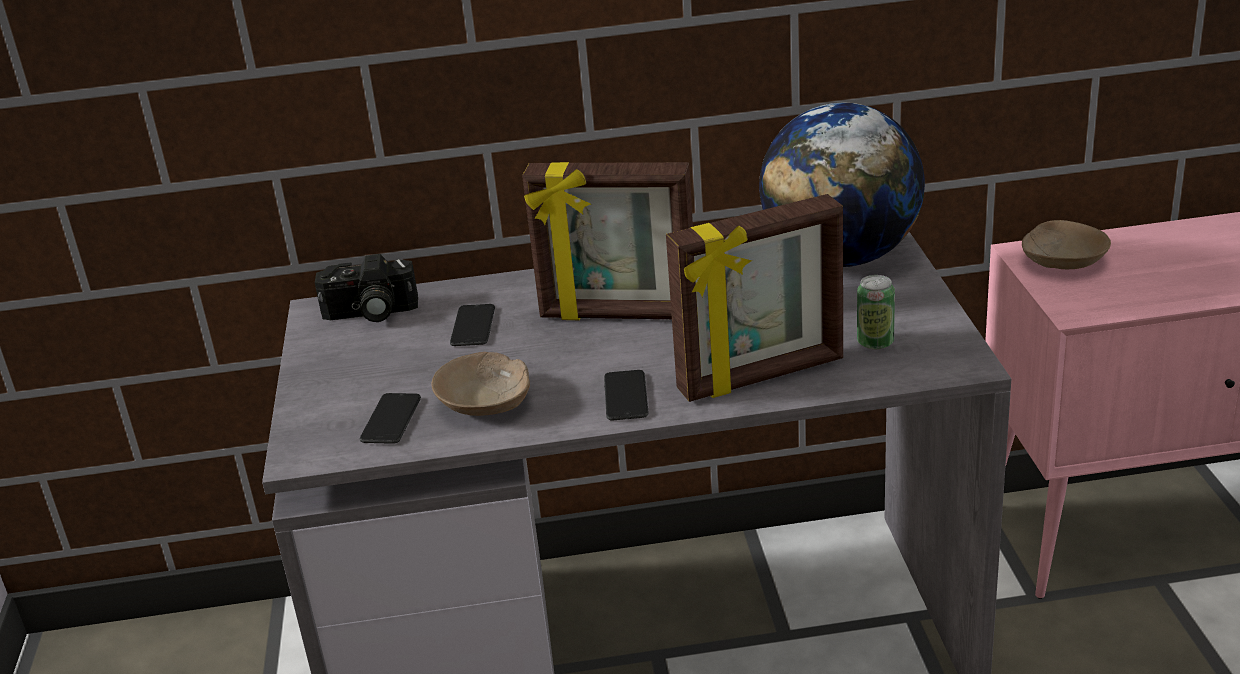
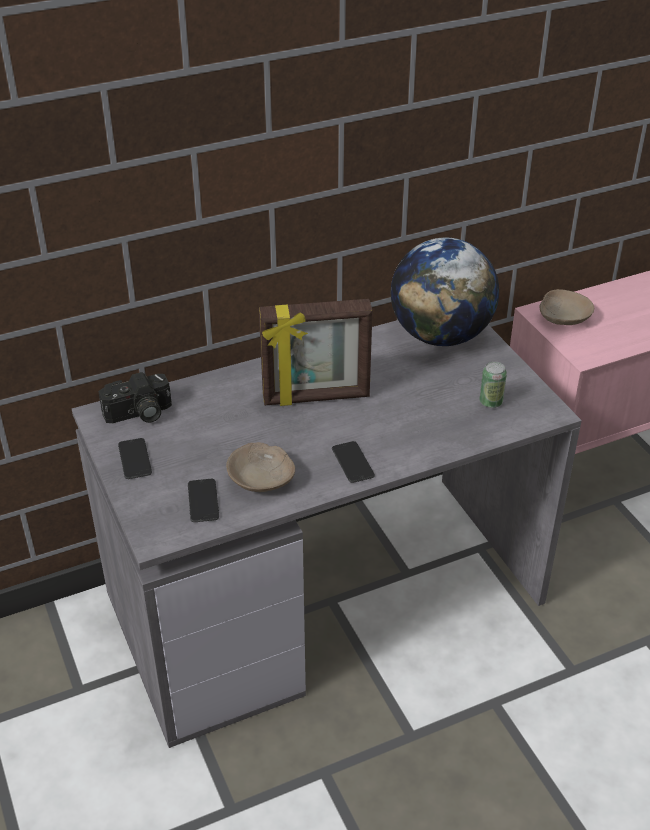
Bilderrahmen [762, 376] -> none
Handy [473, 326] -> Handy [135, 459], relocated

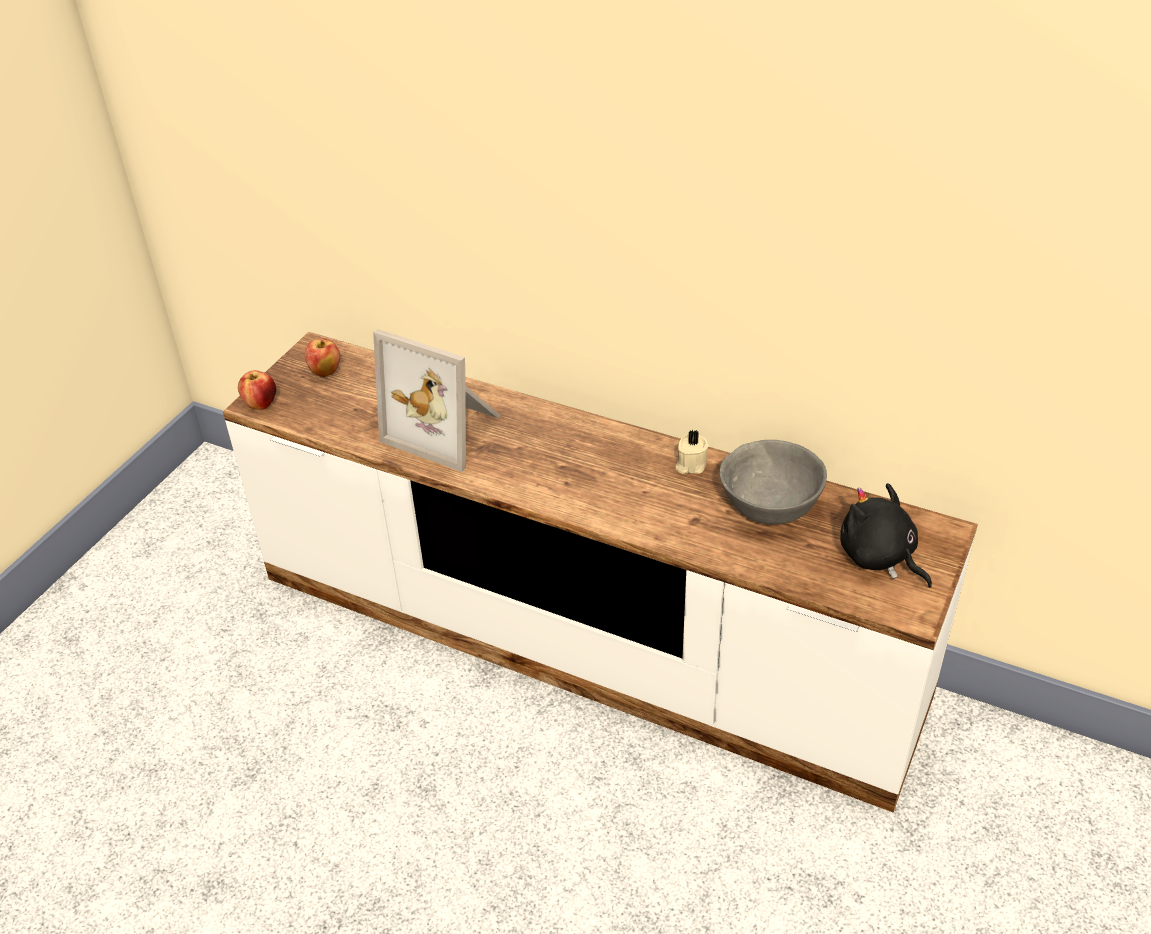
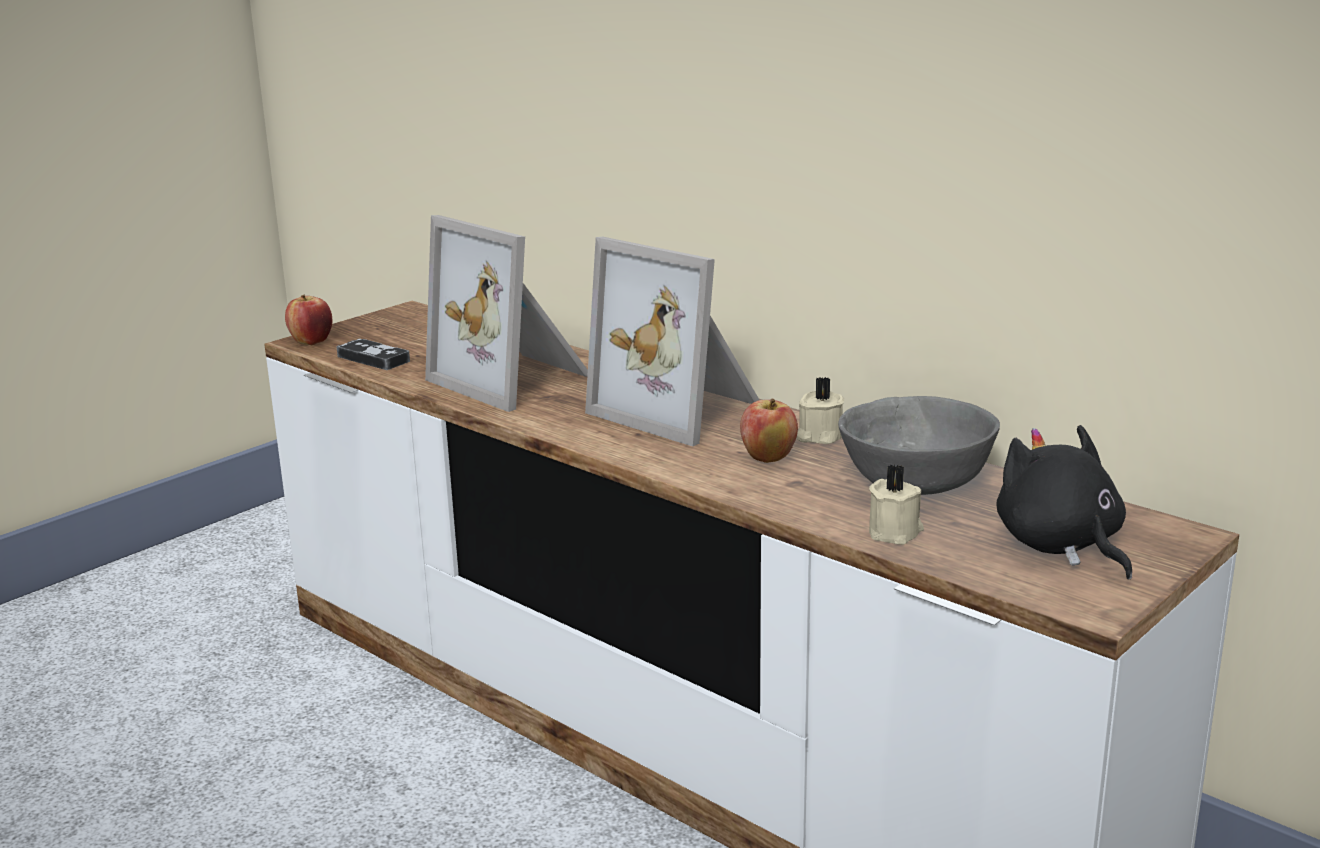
Apfel [325, 372] -> Apfel [767, 458], relocated
none -> Bilderrahmen [682, 409]
none -> Gamepad [373, 359]
none -> Kerze [beige] [896, 532]

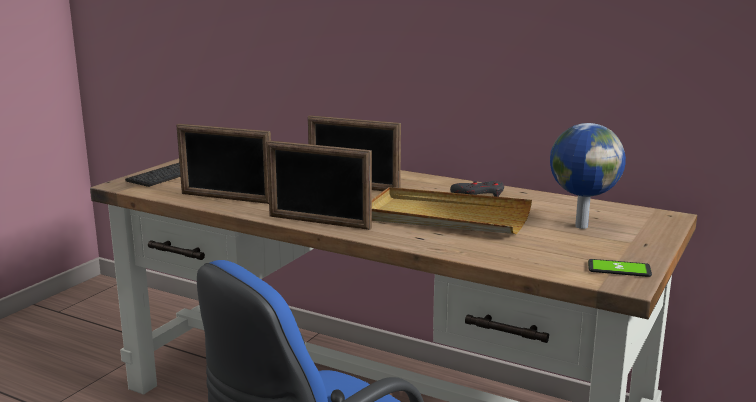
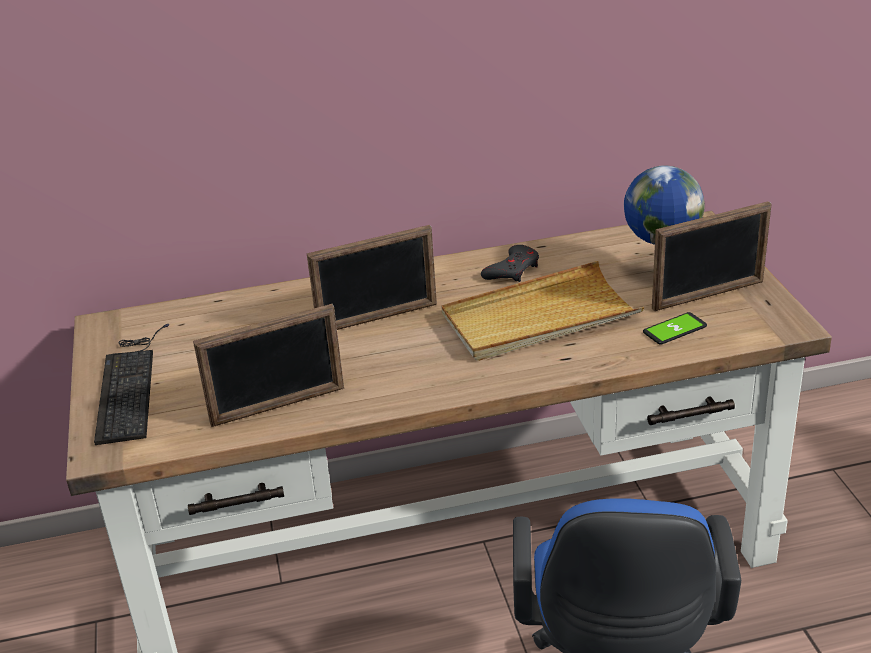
Bilderrahmen [319, 222] -> Bilderrahmen [708, 295], relocated
Handy [619, 269] -> Handy [674, 329], relocated

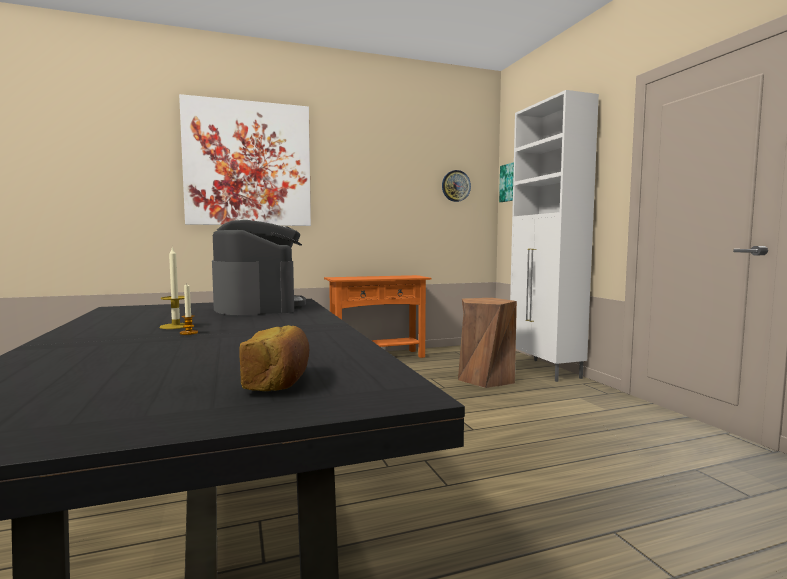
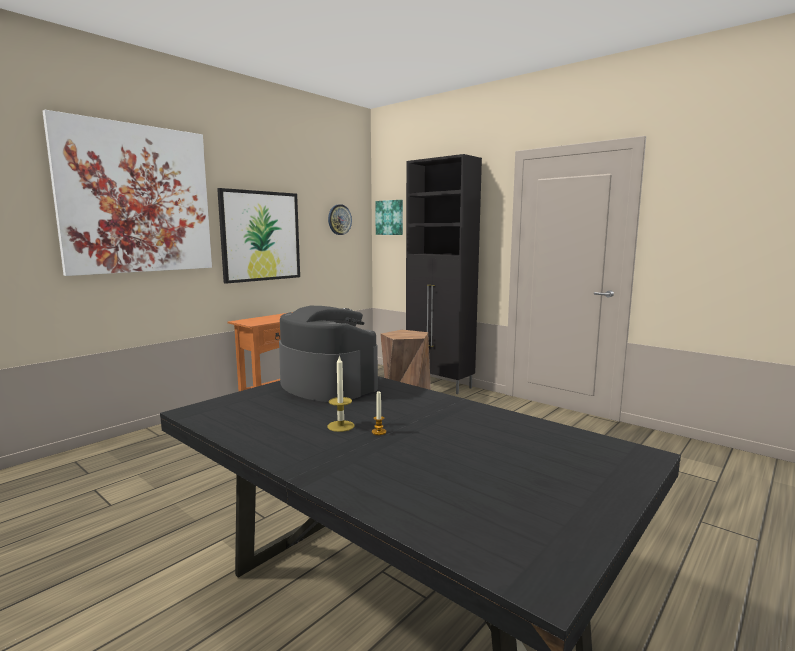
Schrank [weiß] [545, 370] -> Schrank [schwarz] [440, 385]
Brot [279, 381] -> none
none -> Bild [260, 236]

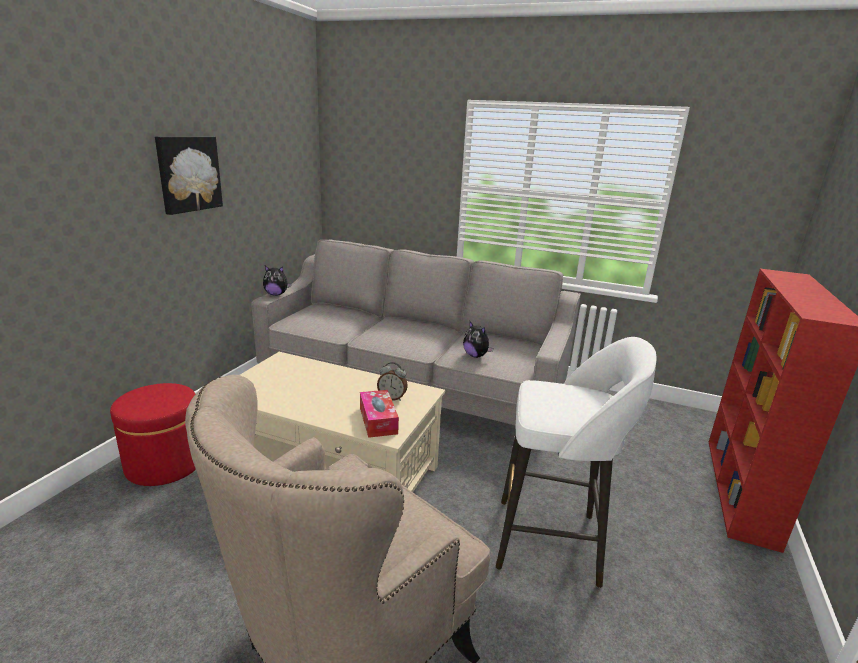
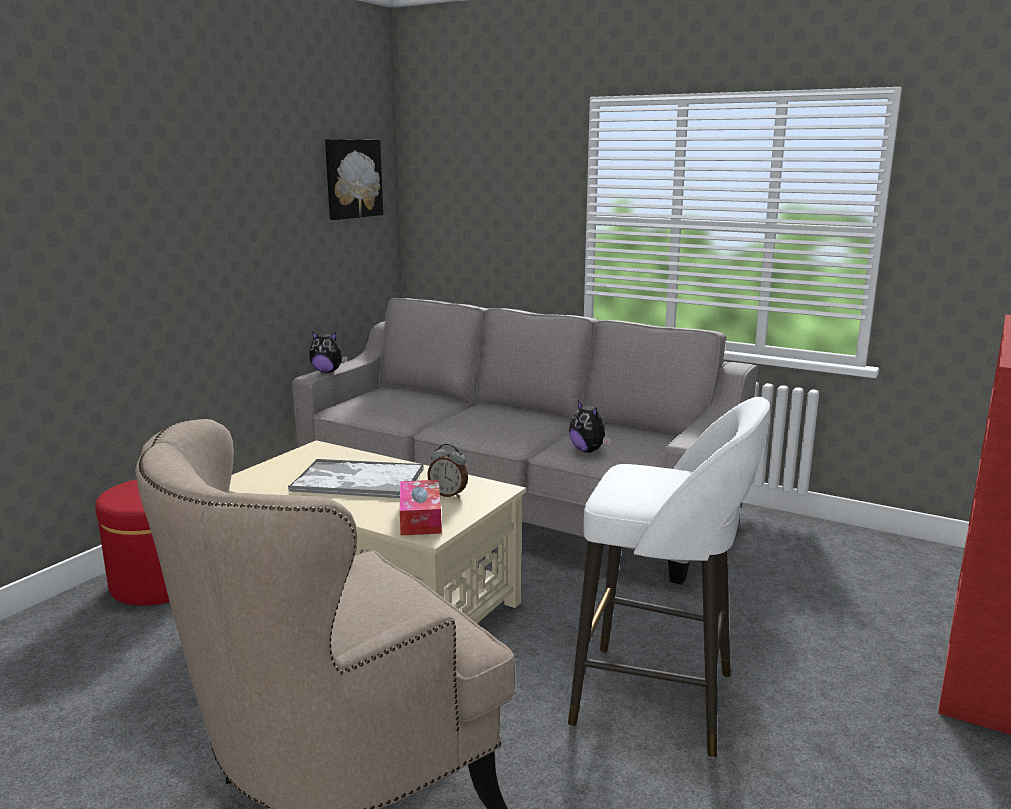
Bild [188, 174] -> Bild [352, 178], relocated
none -> Tablett [357, 480]

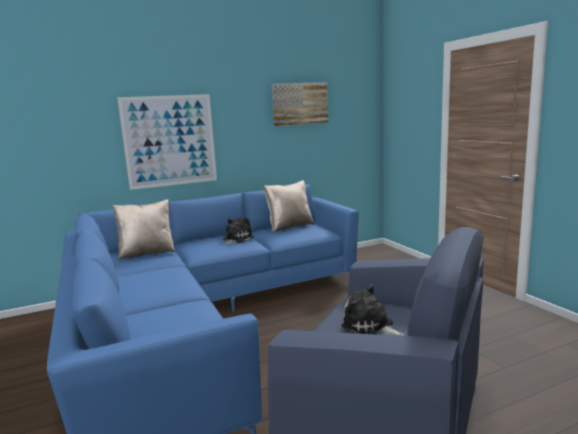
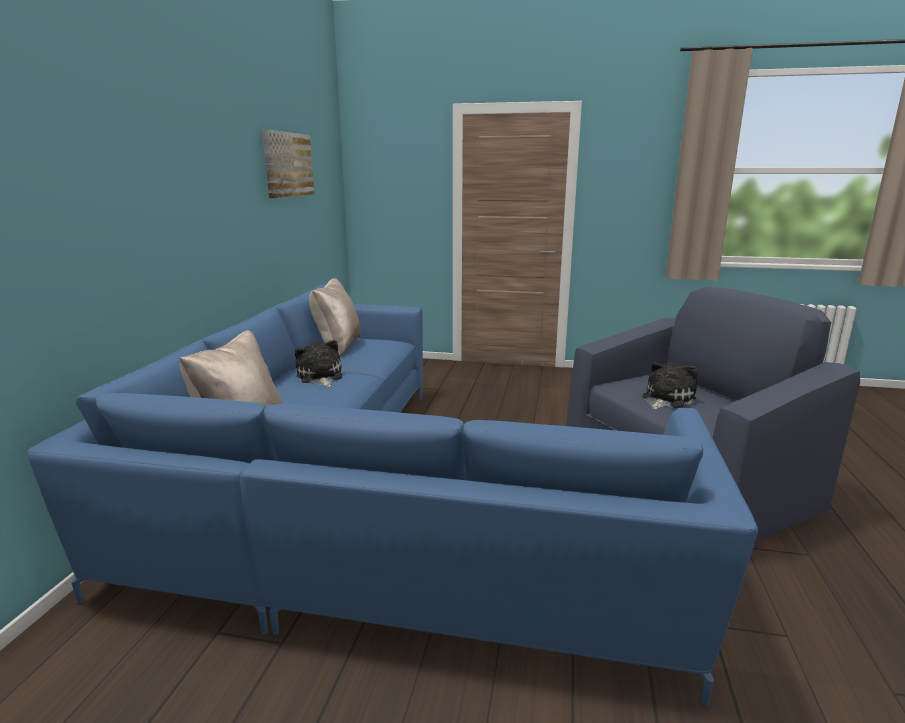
Bild [170, 141] -> none
Plüschtier [370, 327] -> Plüschtier [666, 399], 150 degrees clockwise

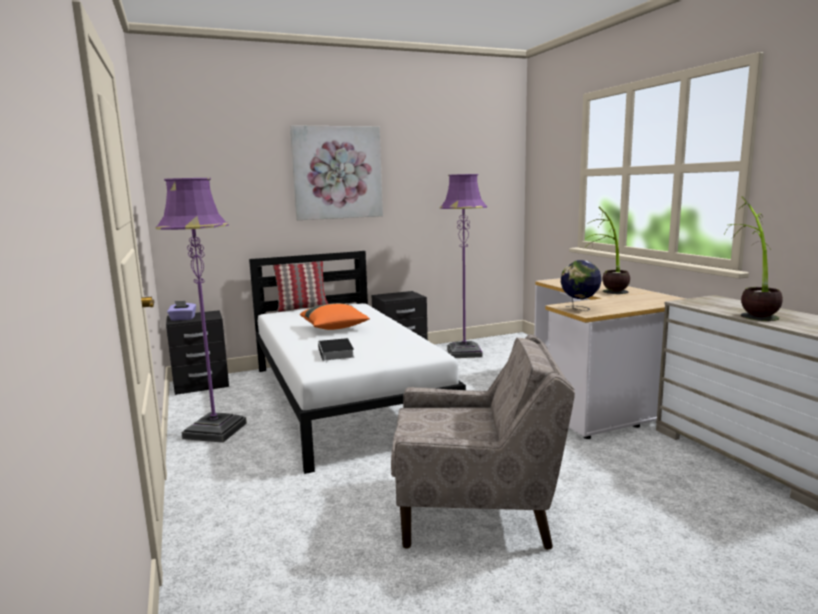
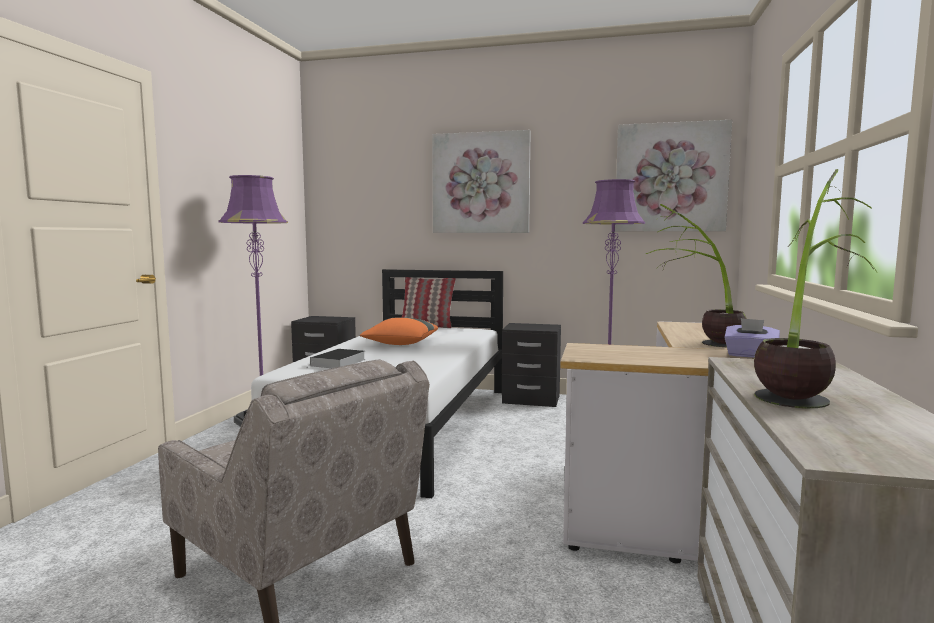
Globus [579, 309] -> none
Taschentuchbox [lila] [183, 319] -> Taschentuchbox [lila] [750, 355], relocated
none -> Bild [670, 177]

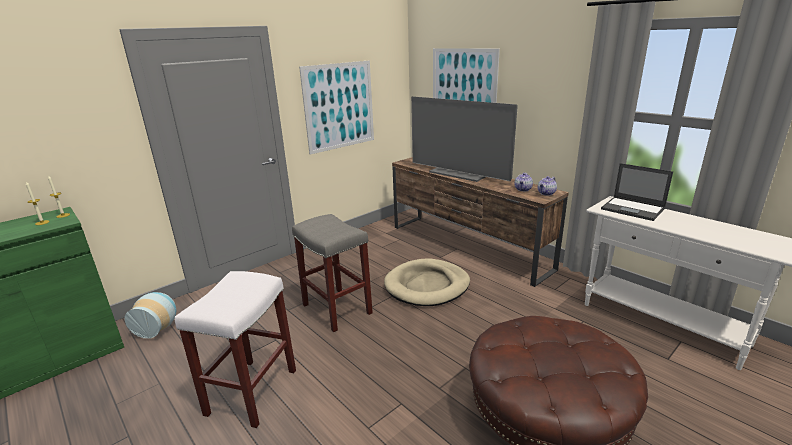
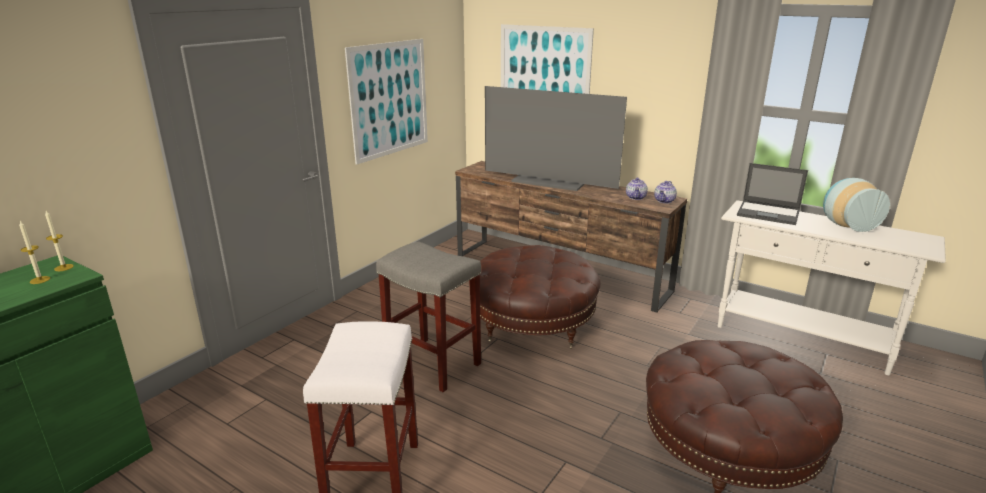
Hundebett [beige] [427, 285] -> Polsterhocker [braun] [533, 323]
Vase [158, 328] -> Vase [846, 225], relocated

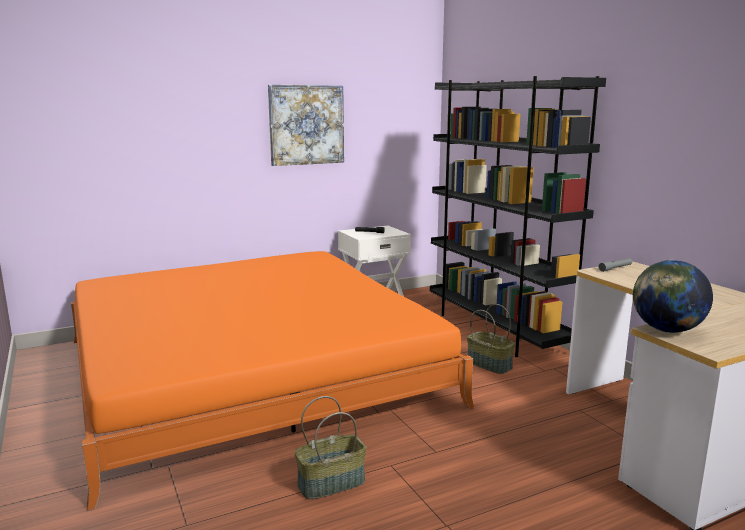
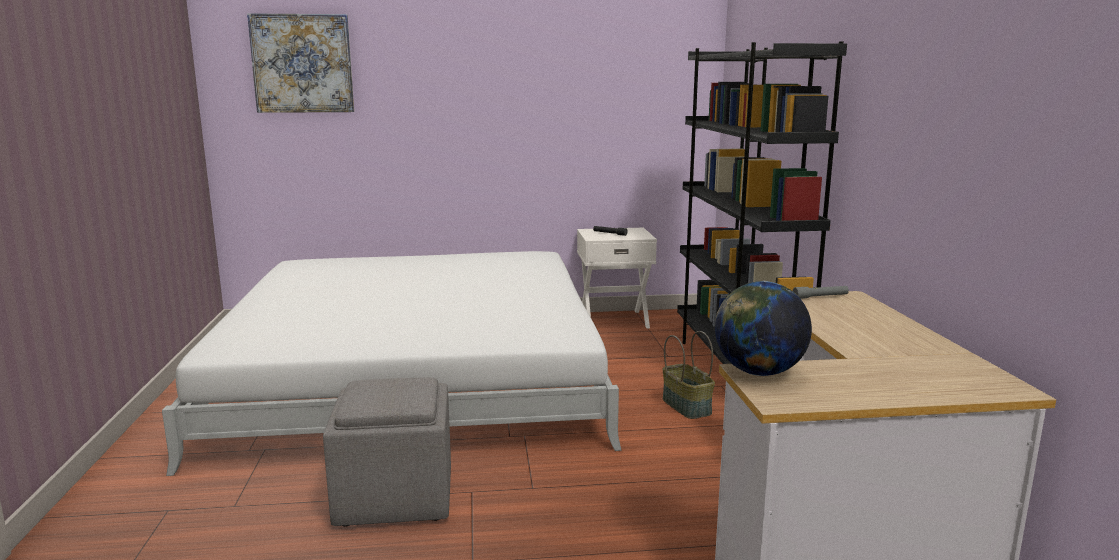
Bild [306, 125] -> Bild [302, 63], relocated
Bett [orange] [249, 371] -> Bett [weiß] [415, 374]
Korb [331, 482] -> Polsterhocker [grau] [396, 496]

